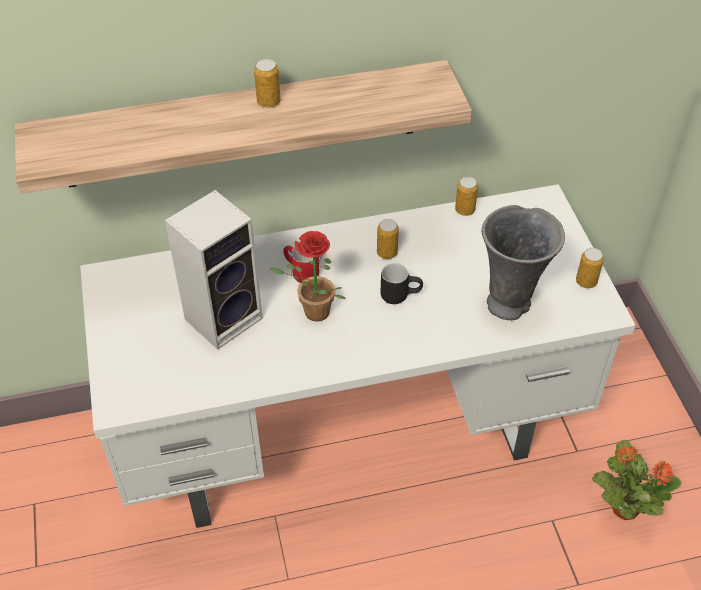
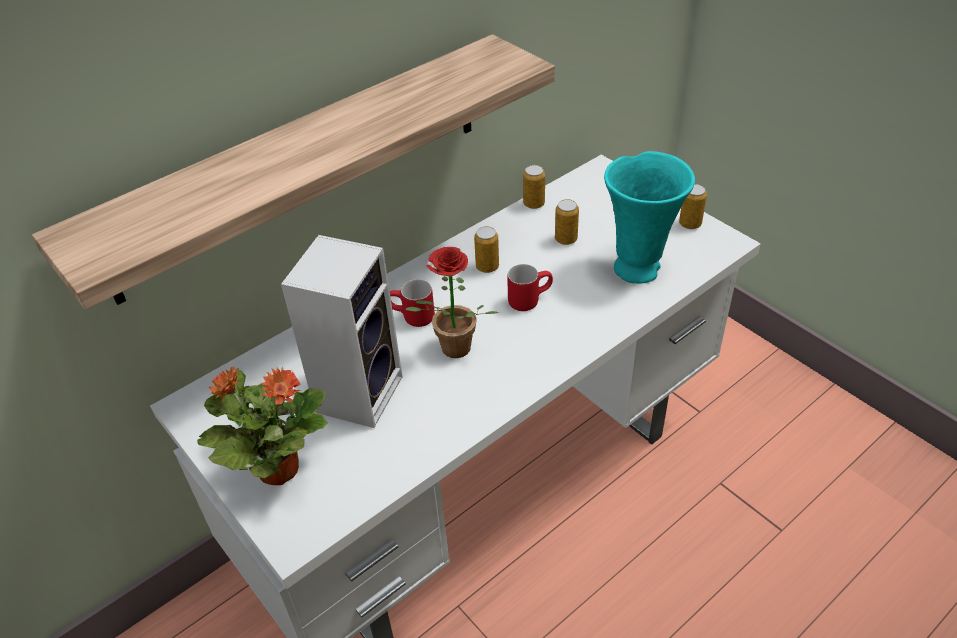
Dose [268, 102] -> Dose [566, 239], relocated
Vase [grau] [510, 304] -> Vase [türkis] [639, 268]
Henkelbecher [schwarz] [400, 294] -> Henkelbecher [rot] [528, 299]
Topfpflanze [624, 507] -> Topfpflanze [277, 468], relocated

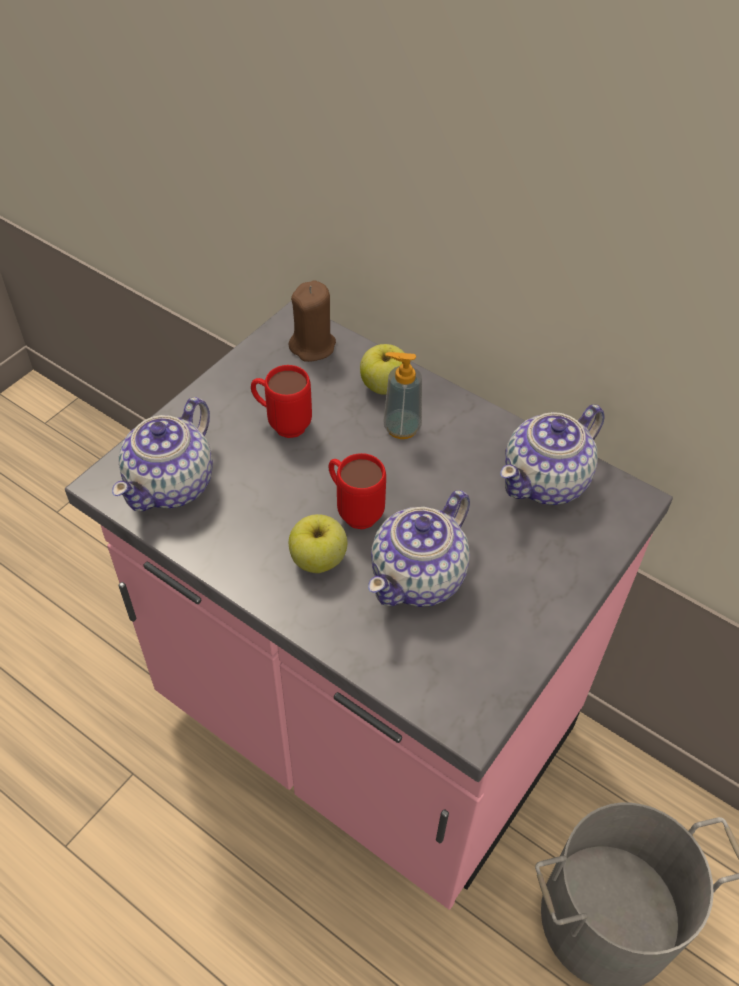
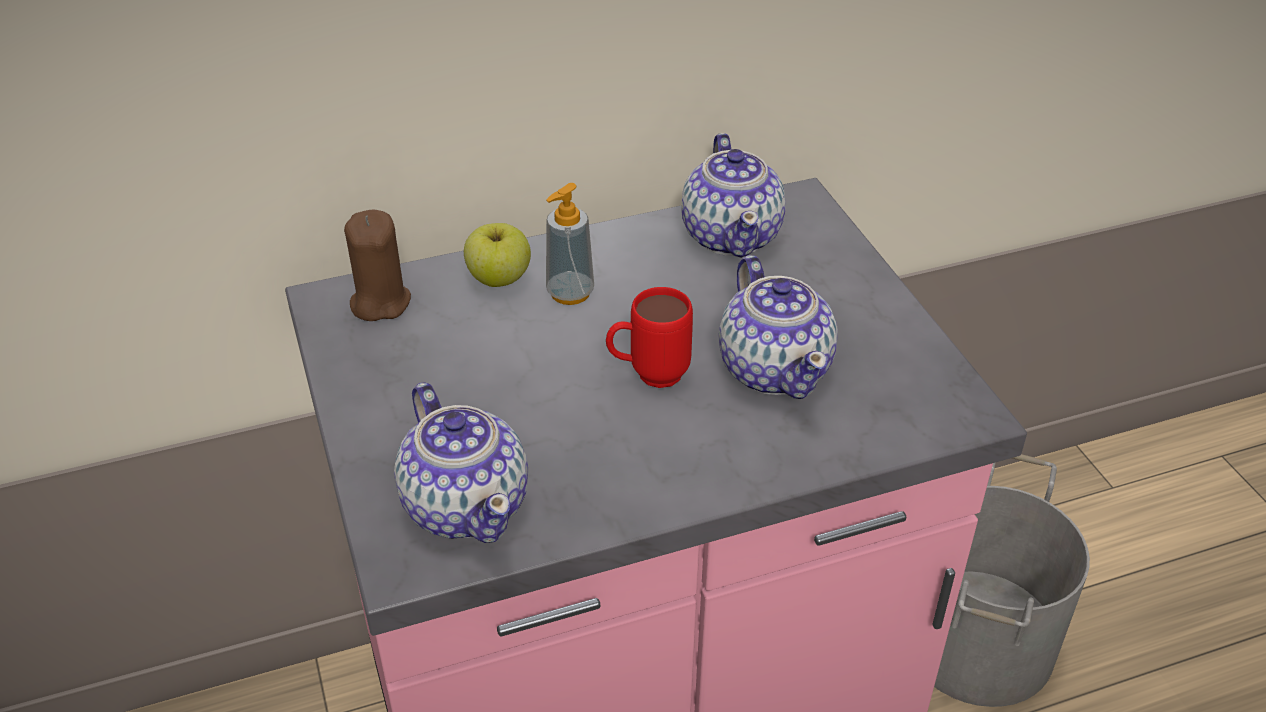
Henkelbecher [rot] [282, 424] -> none
Apfel [318, 559] -> none

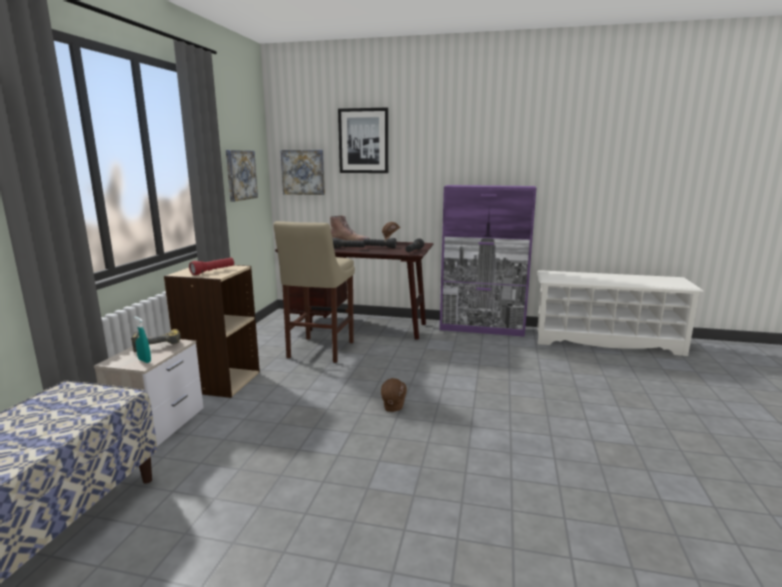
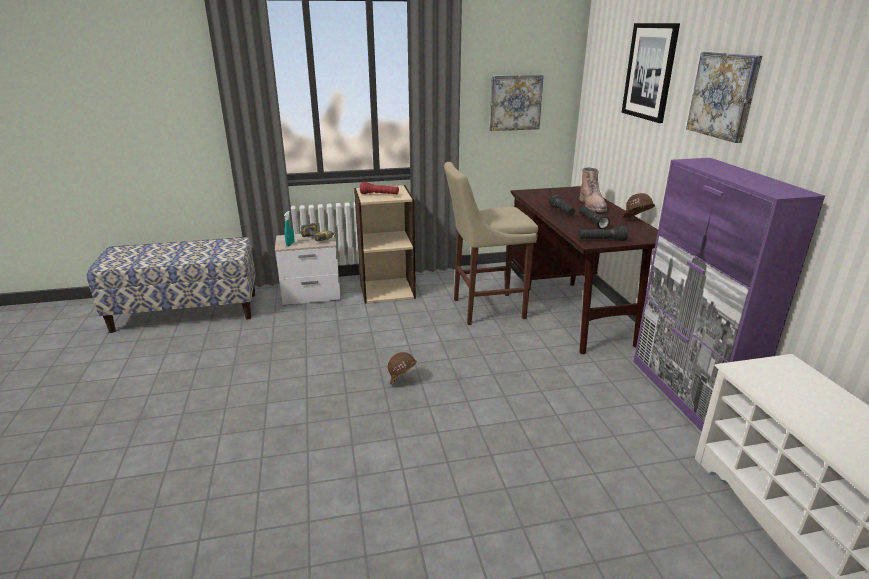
Bild [303, 172] -> Bild [723, 95], relocated

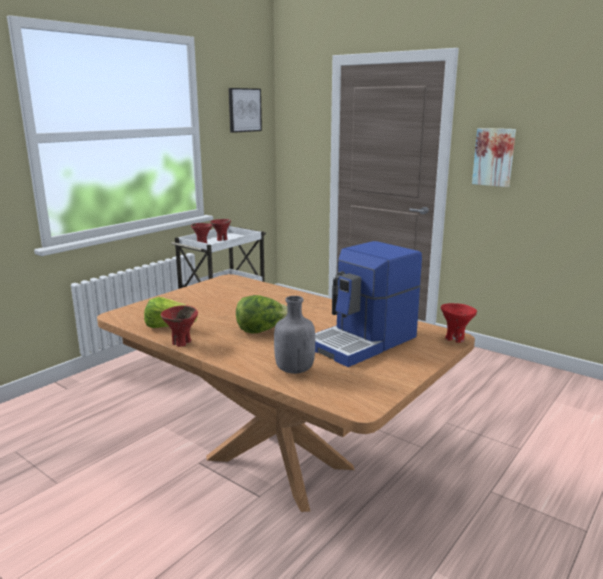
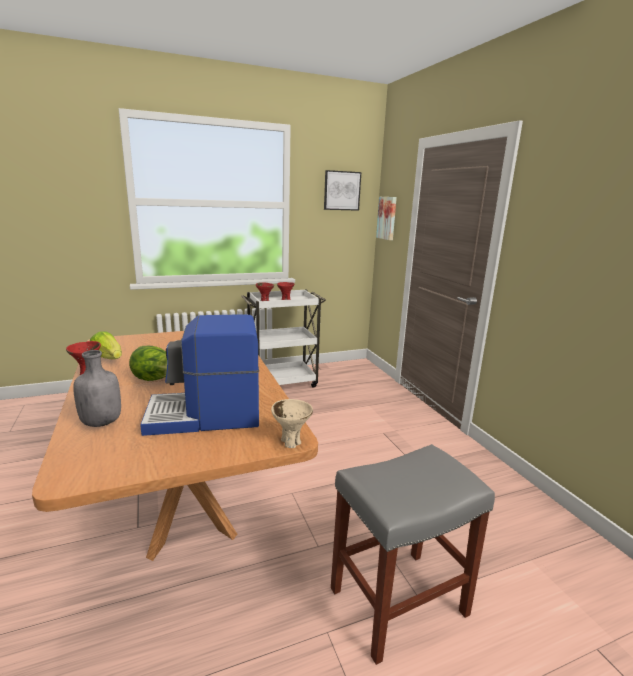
Bild [494, 157] -> Bild [387, 218], relocated
Schüssel [rot] [455, 339] -> Schüssel [beige] [291, 442]
none -> Hocker [grau] [397, 603]

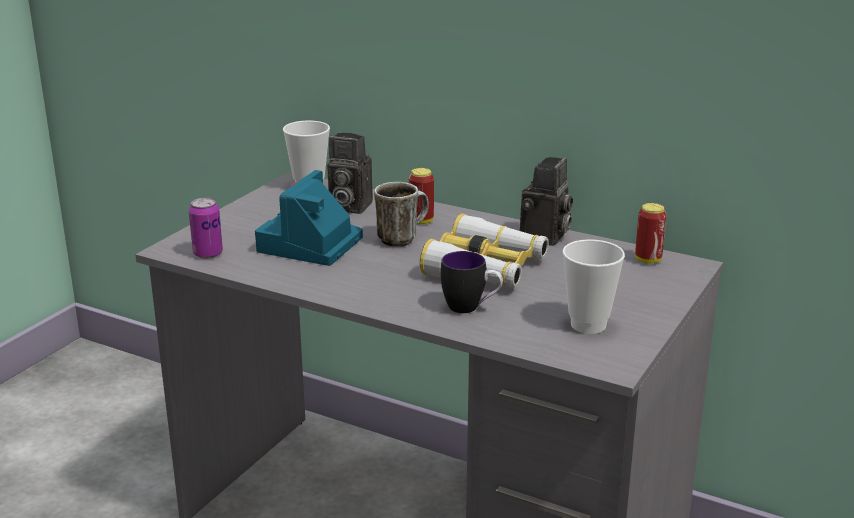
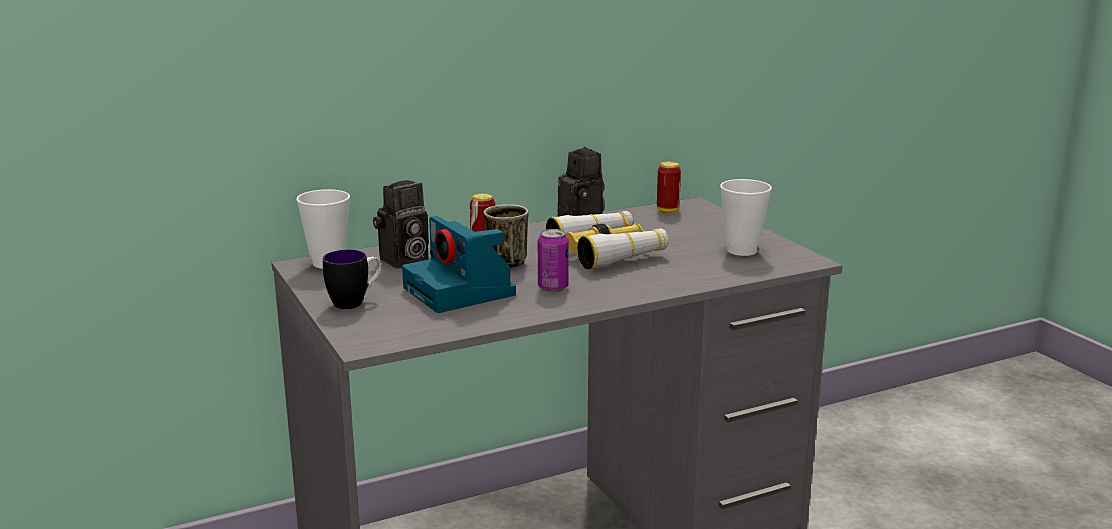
Dose [208, 254] -> Dose [553, 287], relocated
Henkelbecher [471, 308] -> Henkelbecher [355, 302], relocated

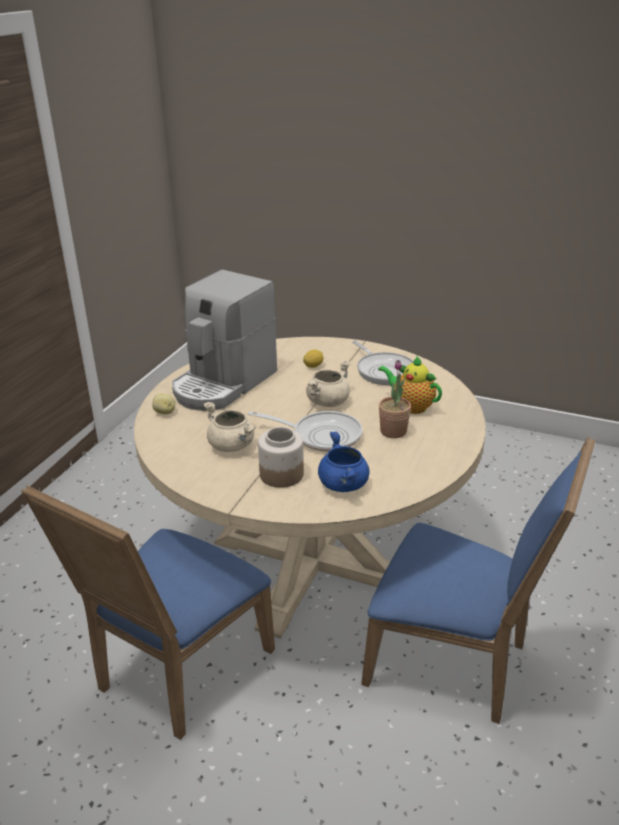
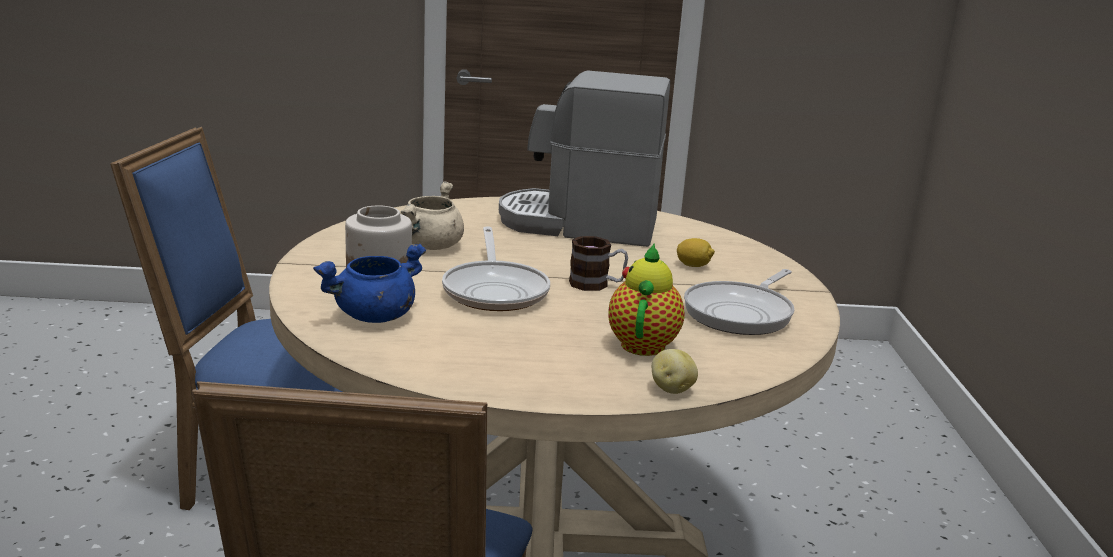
Kochtopf [beige] [327, 401] -> Henkelbecher [597, 285]
Topfpflanze [393, 431] -> none
Kartoffel [164, 412] -> Kartoffel [671, 389], relocated

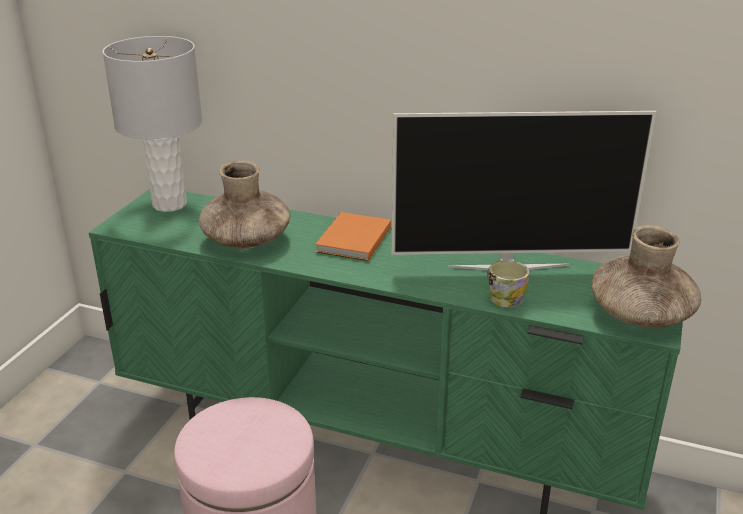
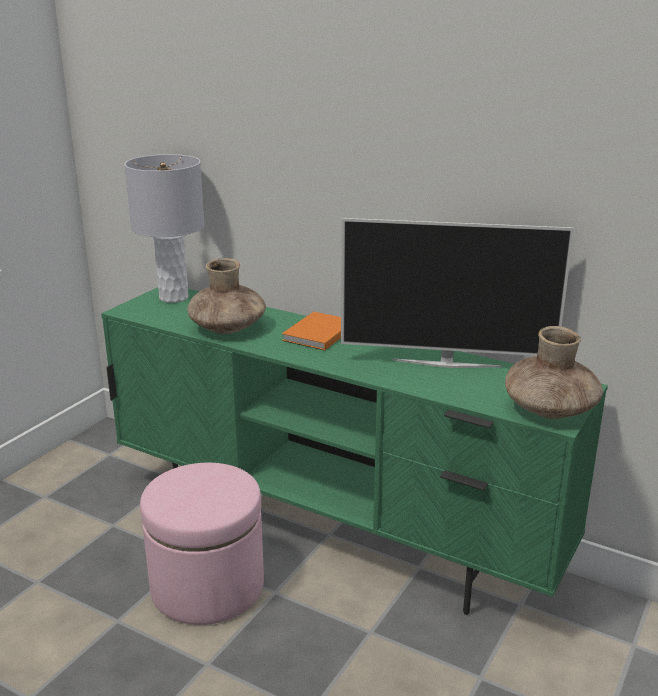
Henkelbecher [502, 297] -> none

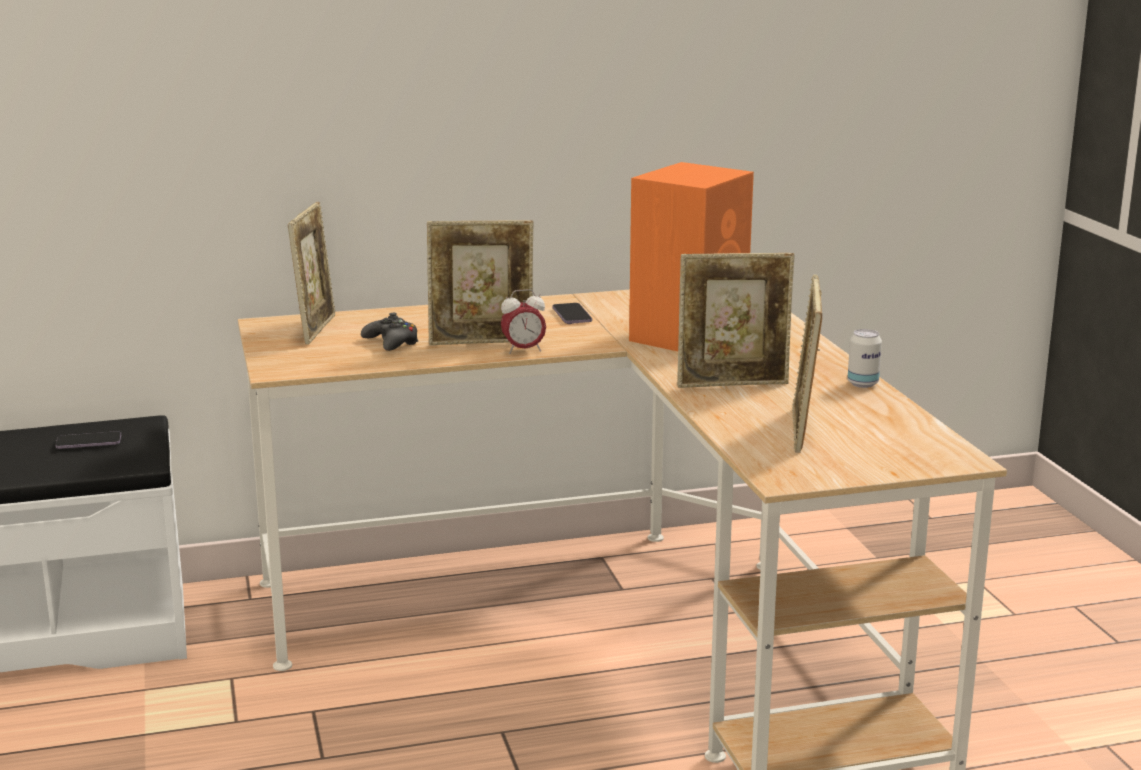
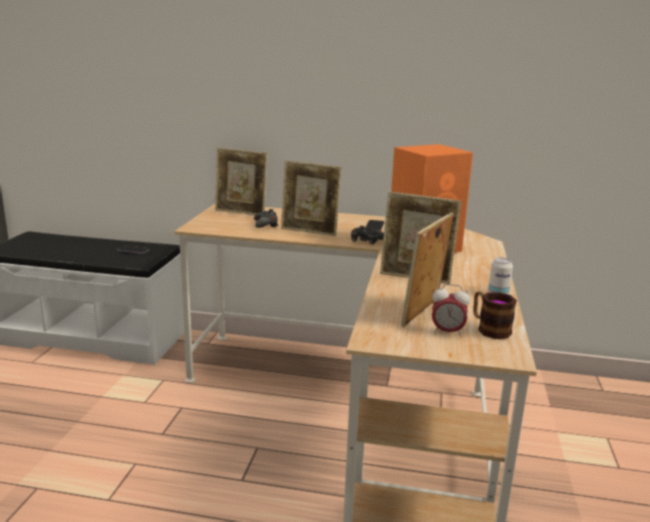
Bilderrahmen [316, 329] -> Bilderrahmen [241, 213], 75 degrees clockwise
Wecker [523, 350] -> Wecker [447, 332], relocated
none -> Gamepad [schwarz] [366, 240]
none -> Henkelbecher [489, 329]

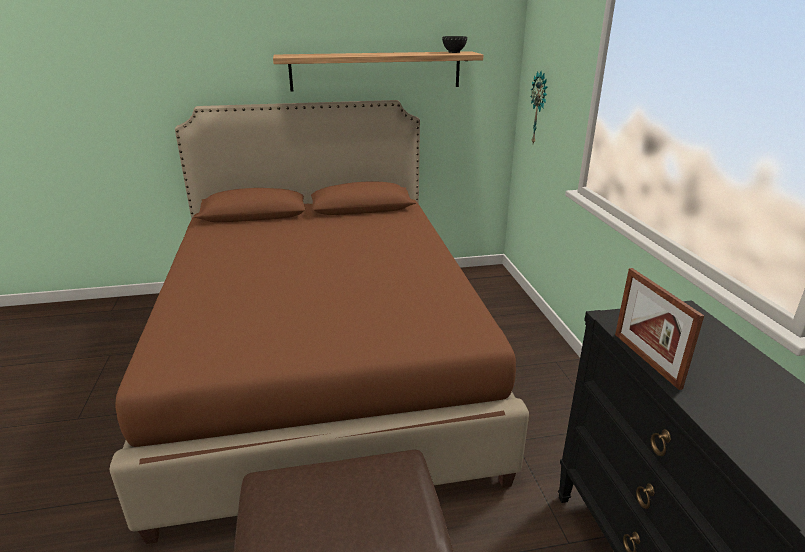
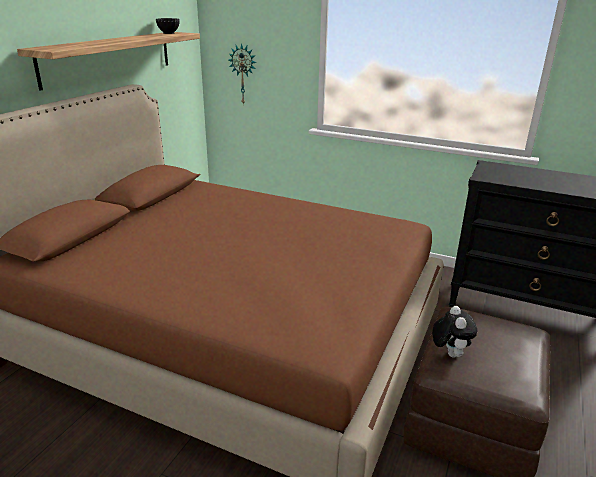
Bilderrahmen [646, 360] -> none
none -> Plüschtier [449, 353]

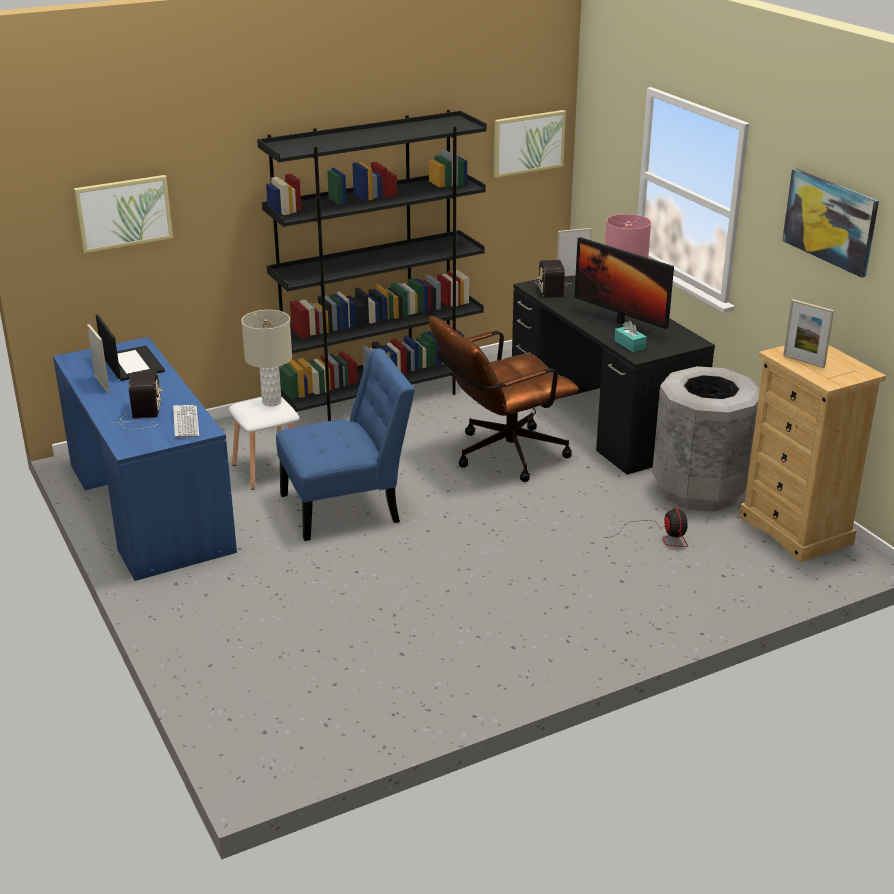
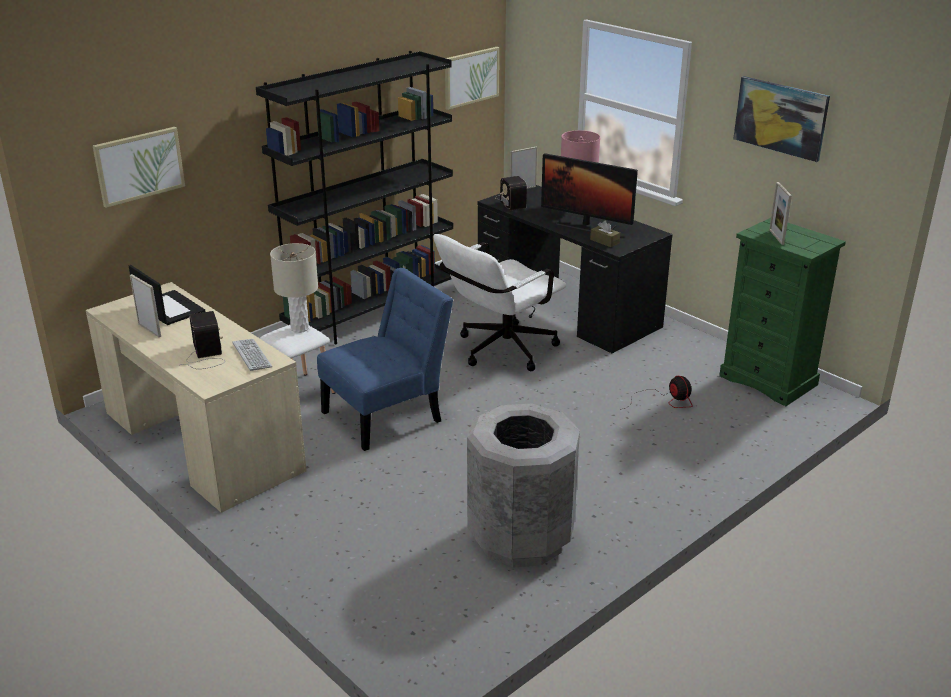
Bilderrahmen [803, 361] -> Bilderrahmen [776, 237], 60 degrees clockwise
Bürostuhl [braun] [500, 456] -> Bürostuhl [weiß] [499, 351]
Taschentuchbox [türkis] [629, 345] -> Taschentuchbox [braun] [604, 241]
Schreibtisch [blau] [150, 506] -> Schreibtisch [beige] [202, 440]
Kommode [beige] [796, 530] -> Kommode [grün] [768, 380]
Mülleimer [grau] [699, 490] -> Mülleimer [grau] [520, 538], relocated

